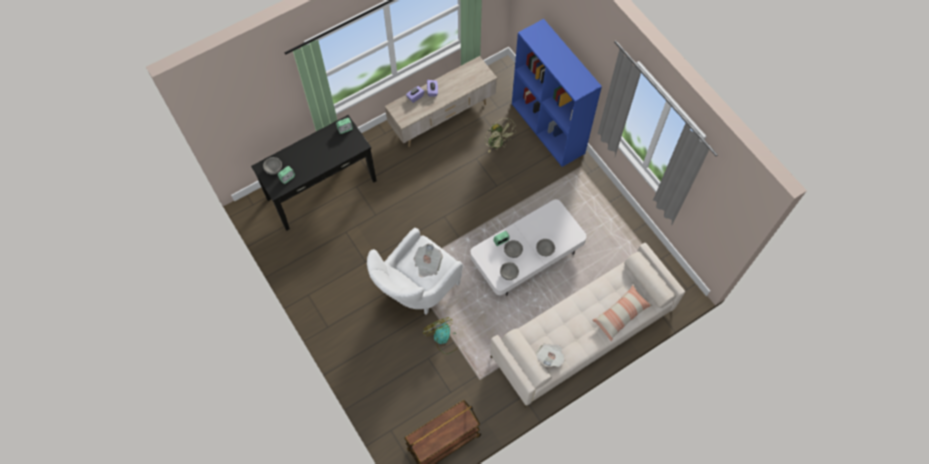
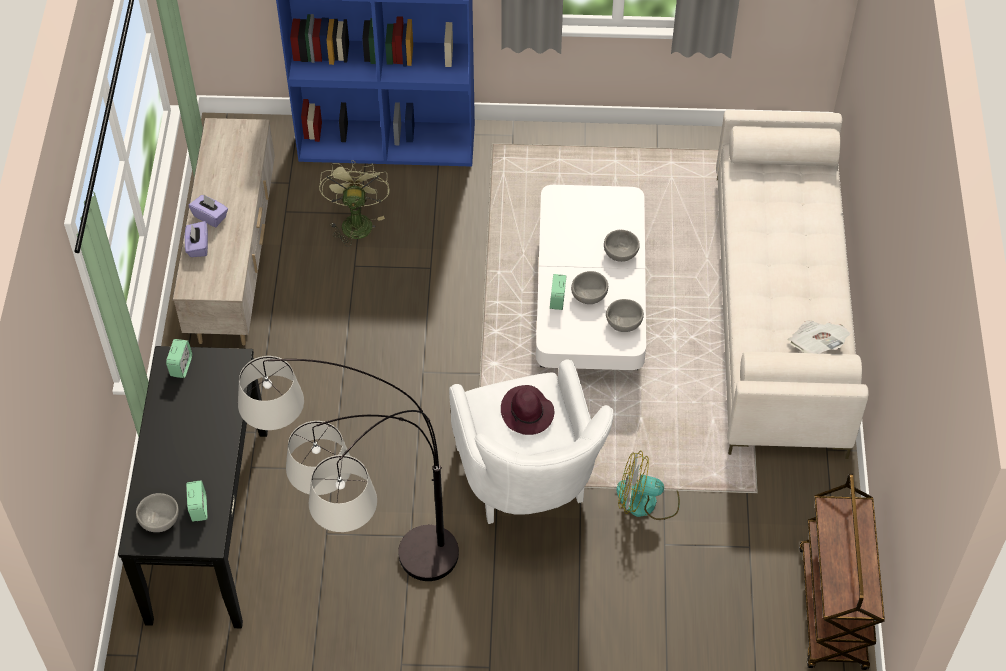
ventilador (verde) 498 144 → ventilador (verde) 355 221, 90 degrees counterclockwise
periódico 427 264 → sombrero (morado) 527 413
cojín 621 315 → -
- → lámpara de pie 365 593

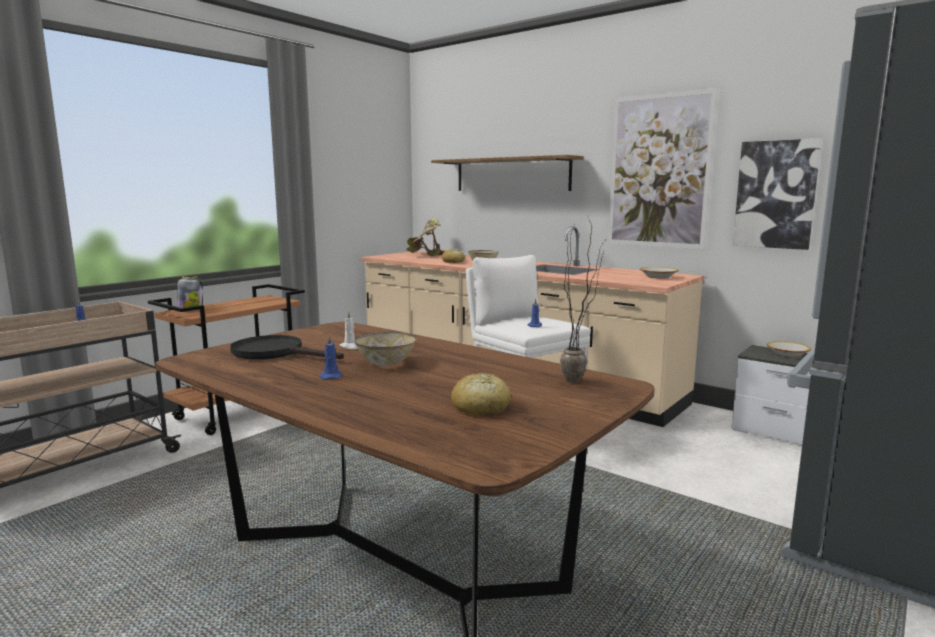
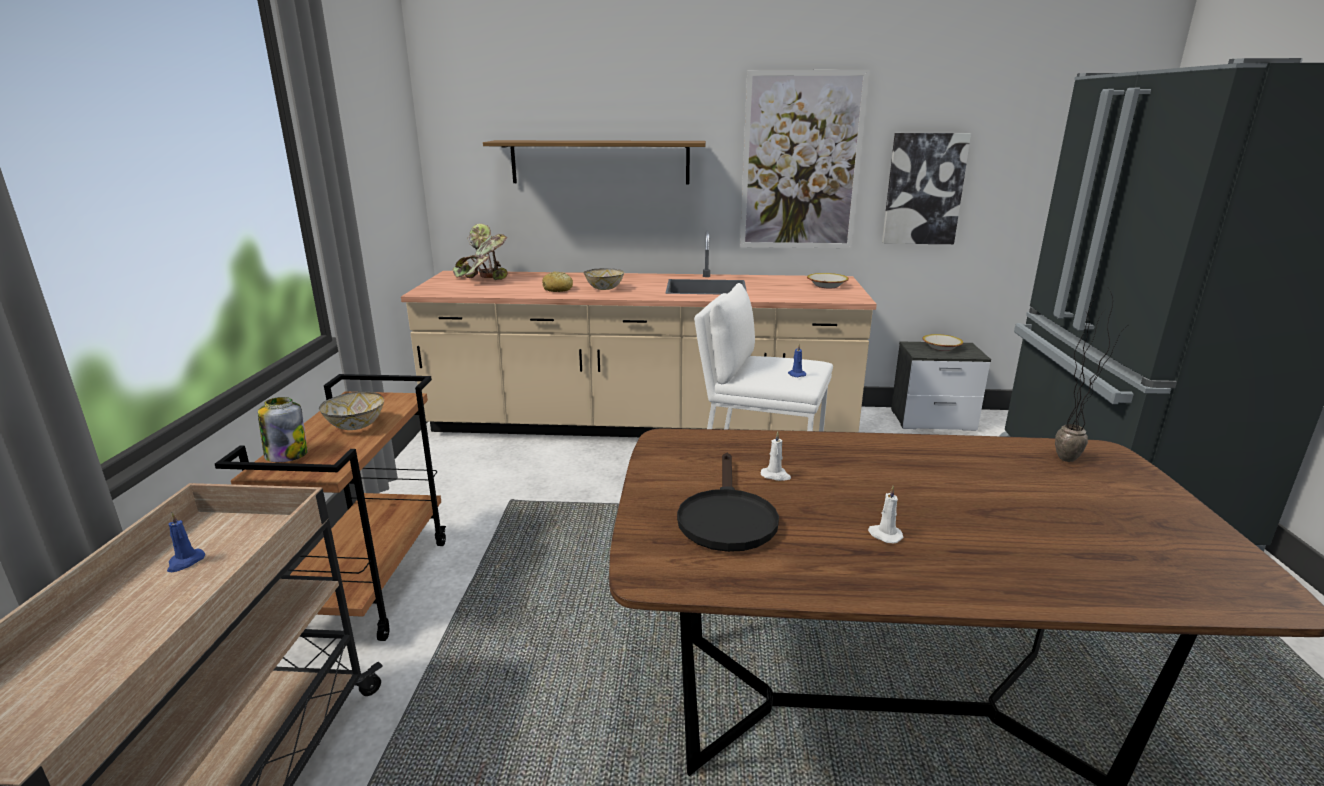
cuenco 385 363 → cuenco 355 426, moved
sartén (negro) 276 353 → sartén (negro) 726 517, 75 degrees counterclockwise
vela (azul) 331 376 → vela (blanco) 884 535
pan 480 407 → -

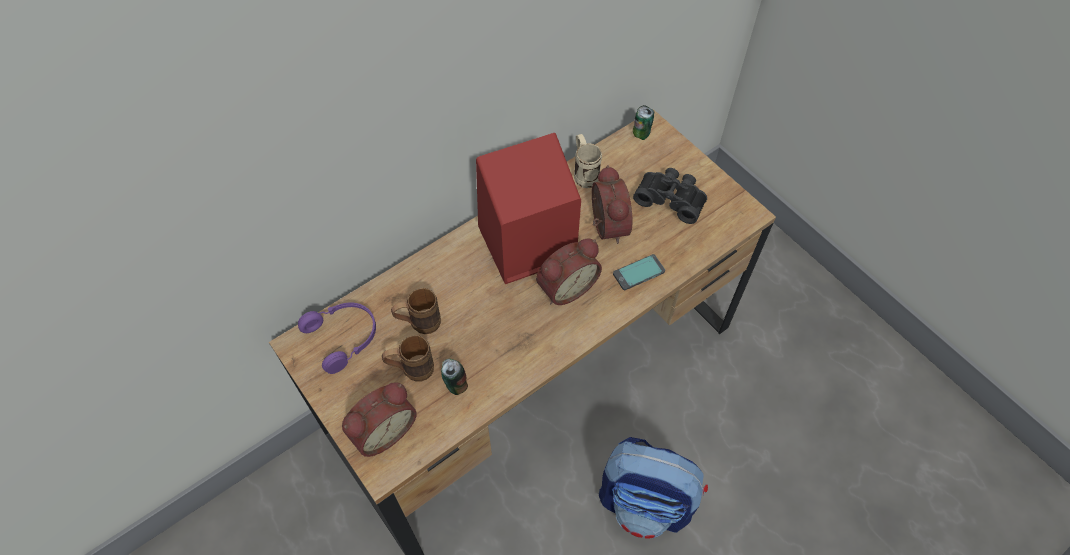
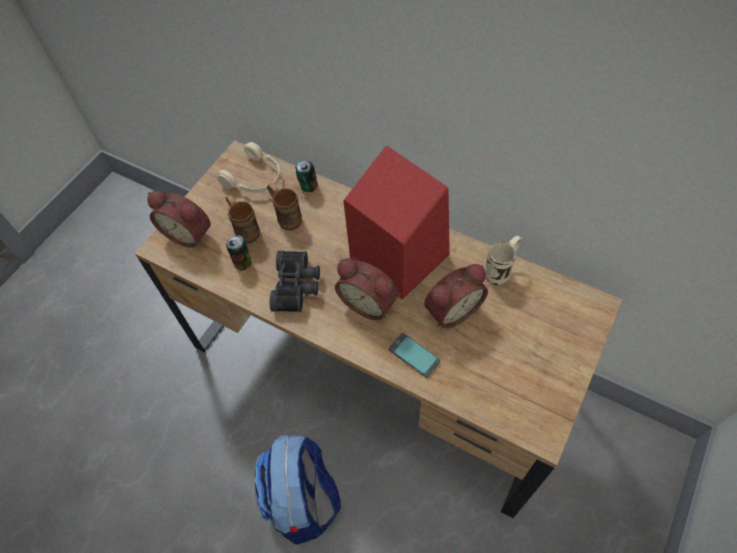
lata 641 134 → lata 308 186, moved
prismáticos (negro) 671 198 → prismáticos (negro) 297 286, moved
auriculares (morado) 344 337 → auriculares (beis) 255 178

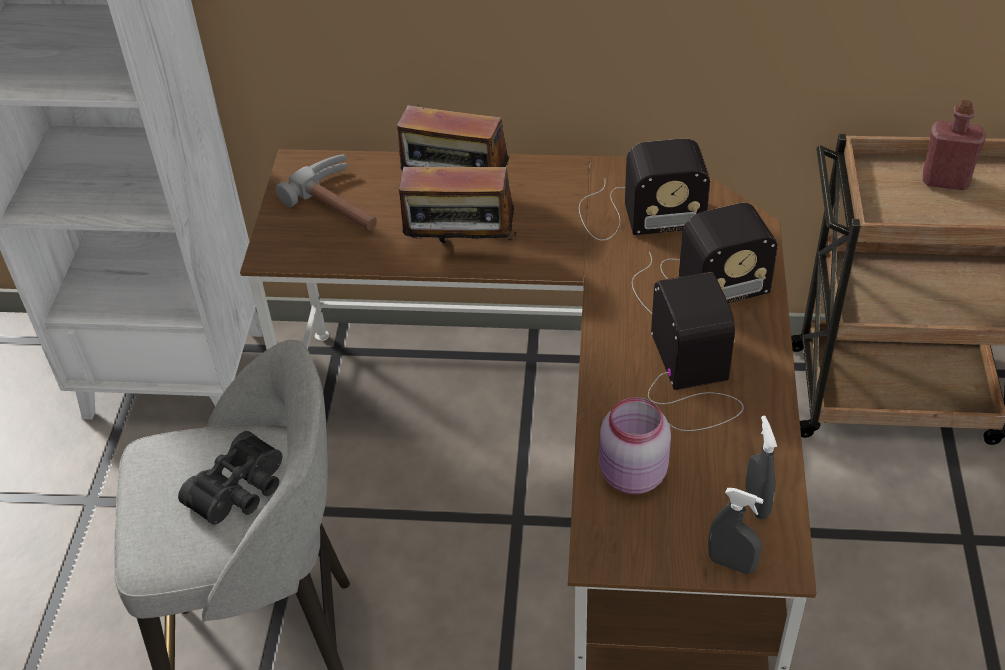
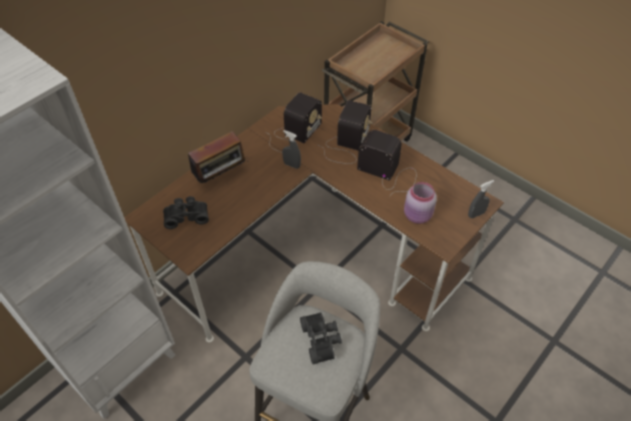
botella (rojo) 945 181 → -
martillo 344 203 → prismáticos (negro) 186 215
radio 460 248 → -
pulverizador (gris) 757 503 → pulverizador (gris) 291 165, moved

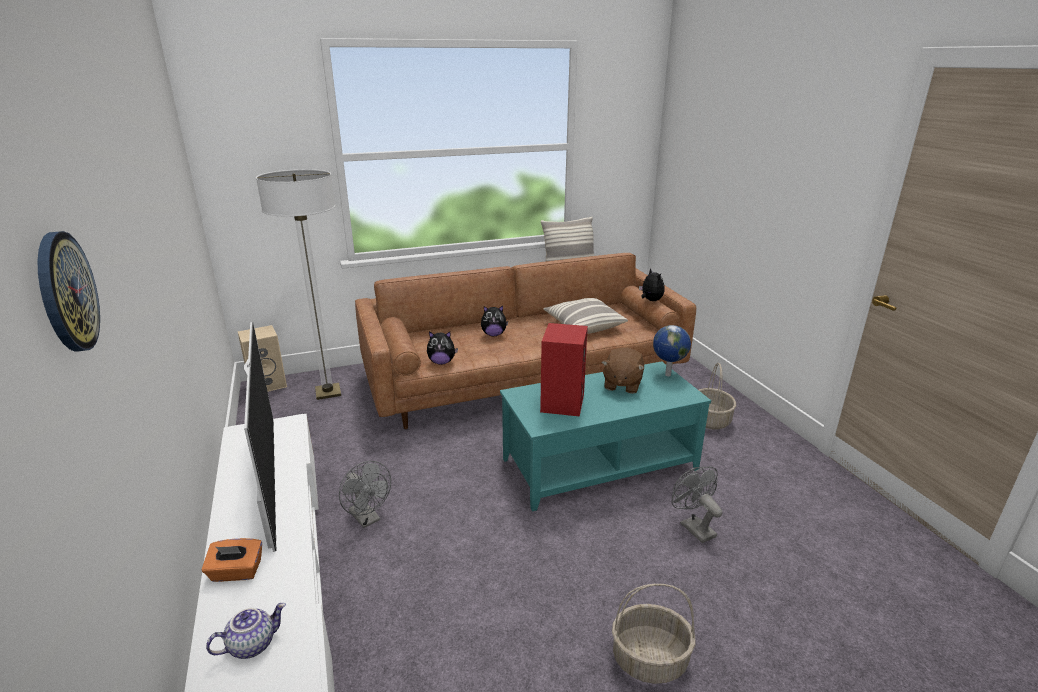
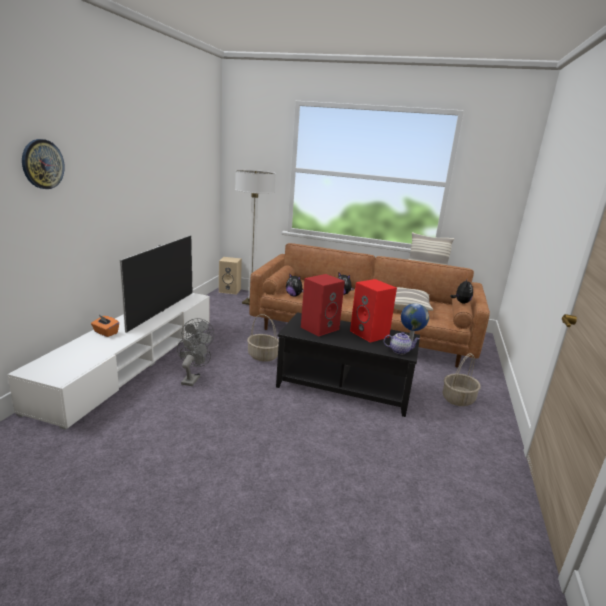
peluche (marrón) 622 384 → altavoz (rojo) 370 334
mesa de centro (turquesa) 598 463 → mesa de centro (negro) 344 385
ventilador (gris) 693 527 → ventilador (gris) 192 379, moved
cesta 649 660 → cesta 262 356, moved
tetera 252 644 → tetera 399 351, moved

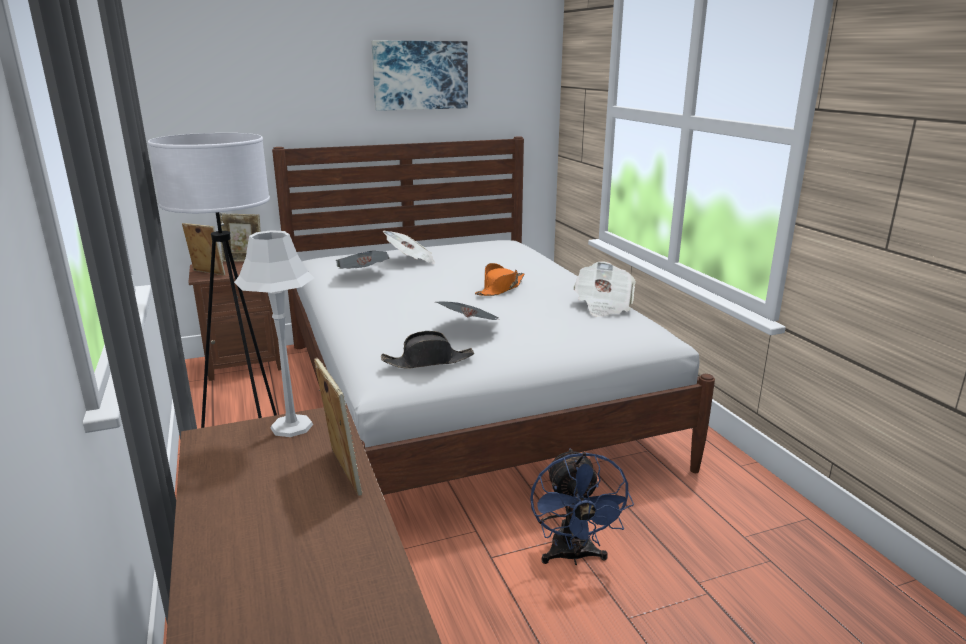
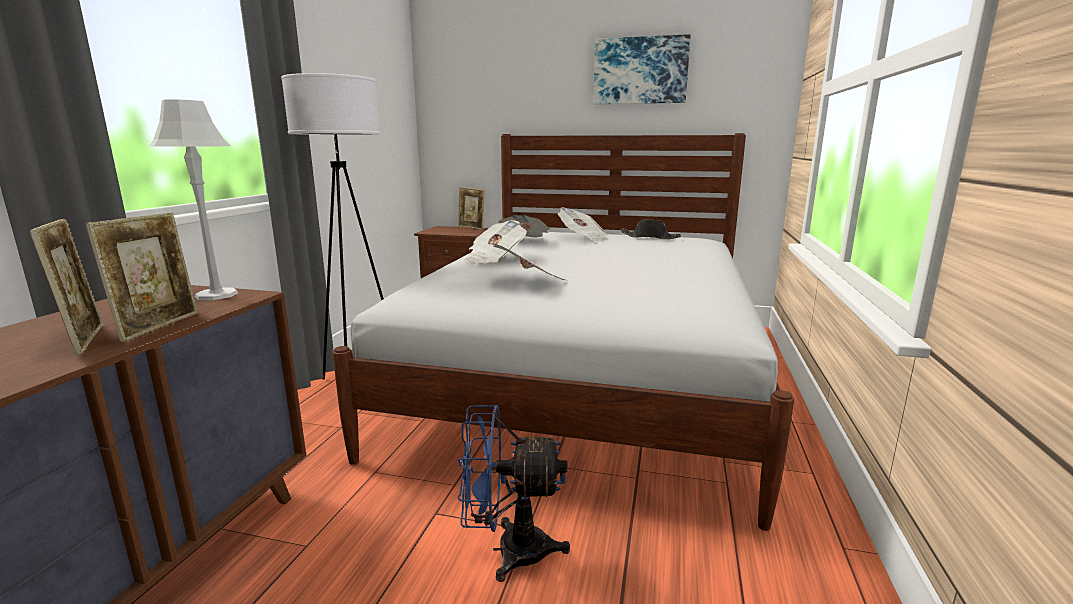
portarretratos 207 273 → portarretratos 85 340, moved
periódico 603 306 → periódico 494 259, moved
sombrero (naranja) 500 289 → -
sombrero (negro) 428 361 → sombrero (negro) 650 237, moved
ventilador (azul) 573 556 → ventilador (azul) 508 550, 60 degrees clockwise

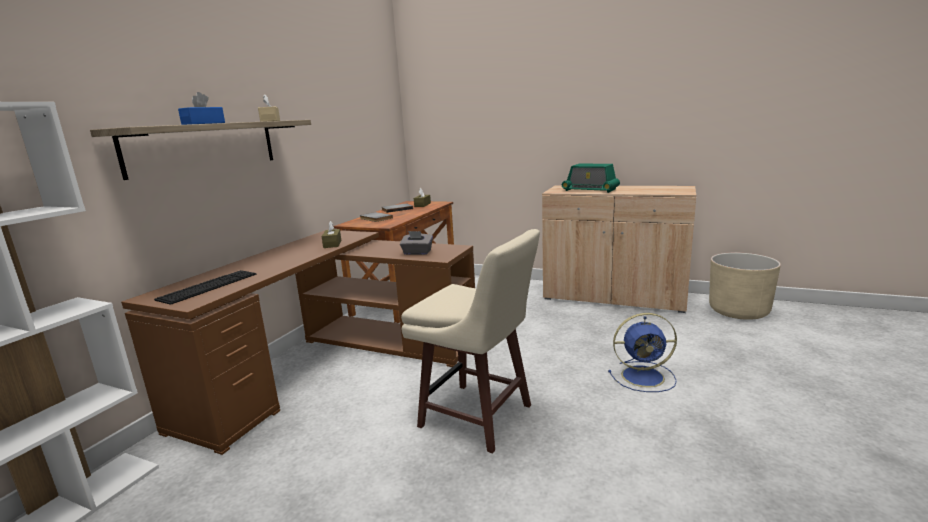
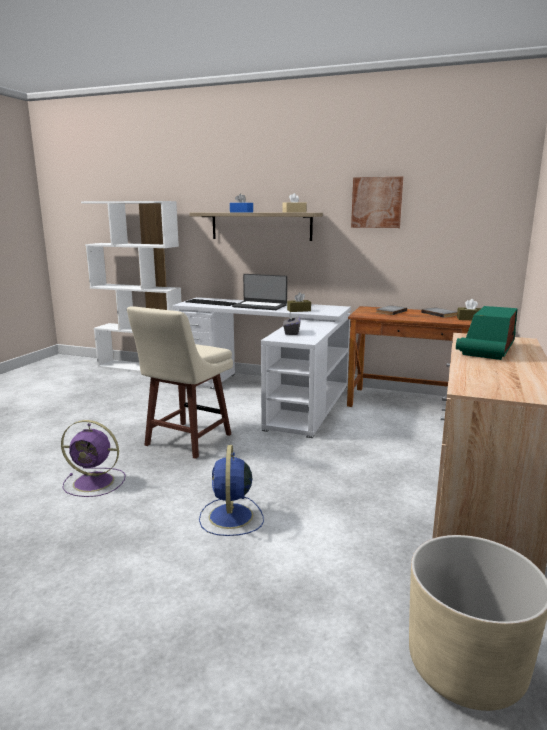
escritorio (marrón) 334 363 → escritorio (blanco) 272 394
- → cuadro 376 202
- → portátil 260 306
- → ventilador (morado) 95 482

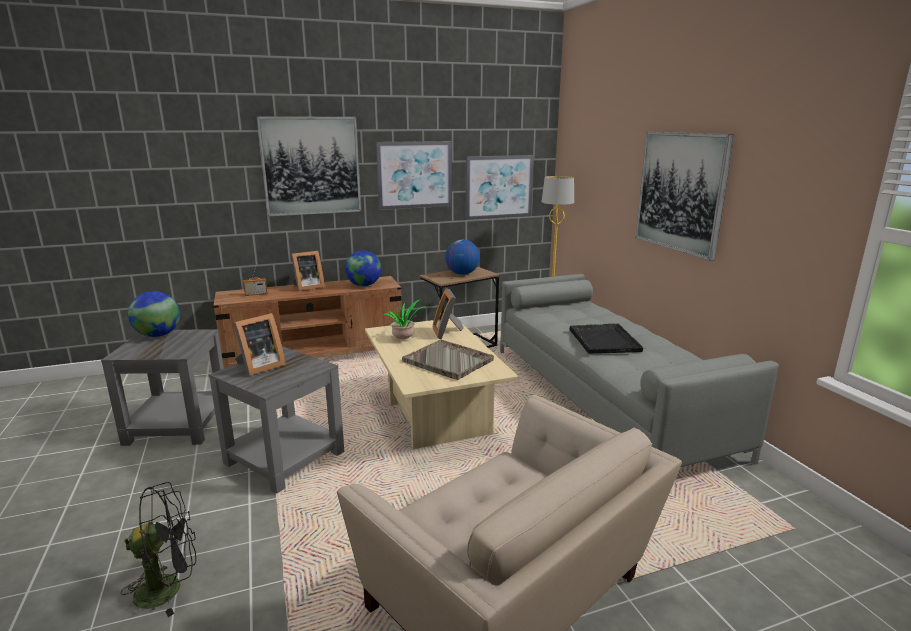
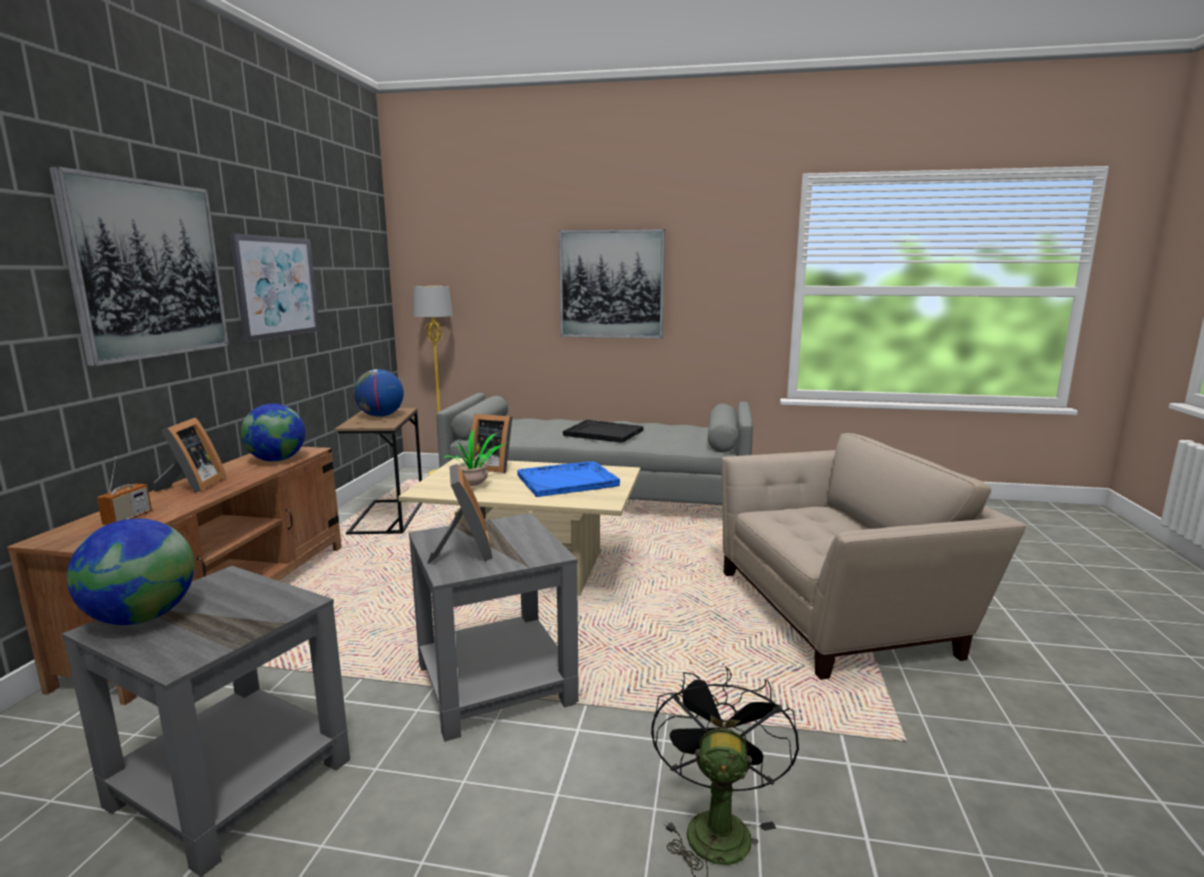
cuadro 499 187 → -
bandeja (gris) 448 361 → bandeja (azul) 568 481

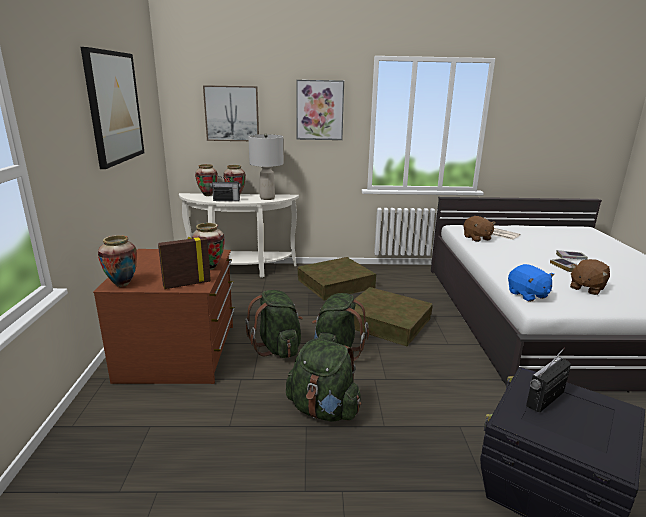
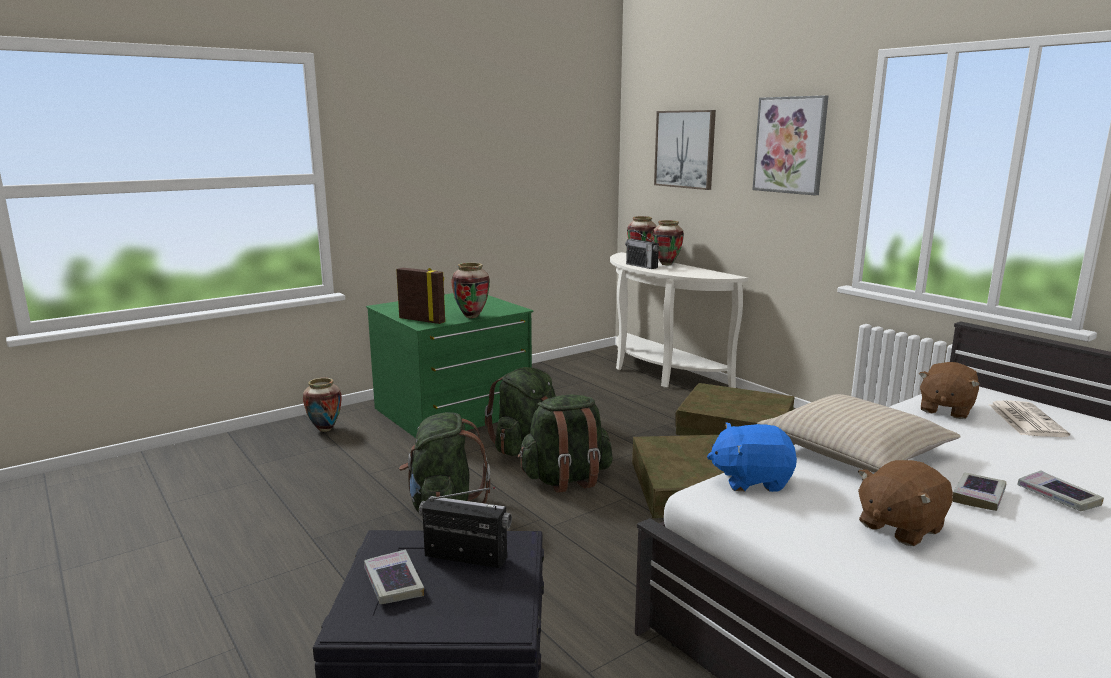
cuadro 114 107 → -
lámpara de mesa (gris) 267 198 → -
florero 122 284 → florero 325 429, moved
cómoda (marrón) 180 352 → cómoda (verde) 453 412
peluche (marrón) 586 288 → peluche (marrón) 899 527, 45 degrees counterclockwise
peluche (azul) 527 295 → peluche (azul) 751 480, 60 degrees clockwise
- → cojín (beis) 854 450
- → libro 393 582

